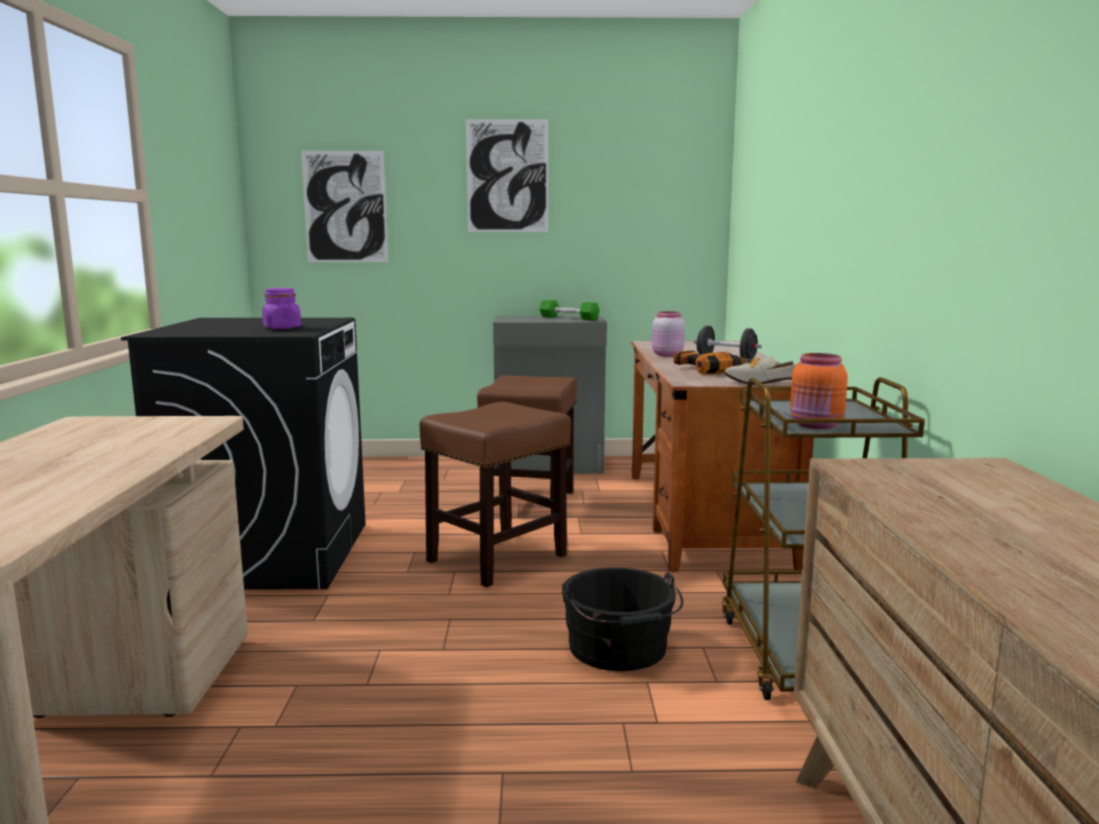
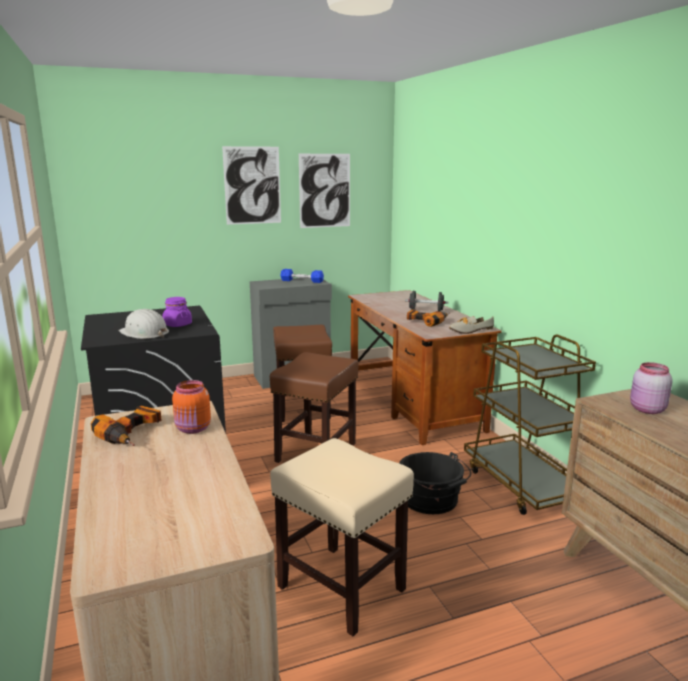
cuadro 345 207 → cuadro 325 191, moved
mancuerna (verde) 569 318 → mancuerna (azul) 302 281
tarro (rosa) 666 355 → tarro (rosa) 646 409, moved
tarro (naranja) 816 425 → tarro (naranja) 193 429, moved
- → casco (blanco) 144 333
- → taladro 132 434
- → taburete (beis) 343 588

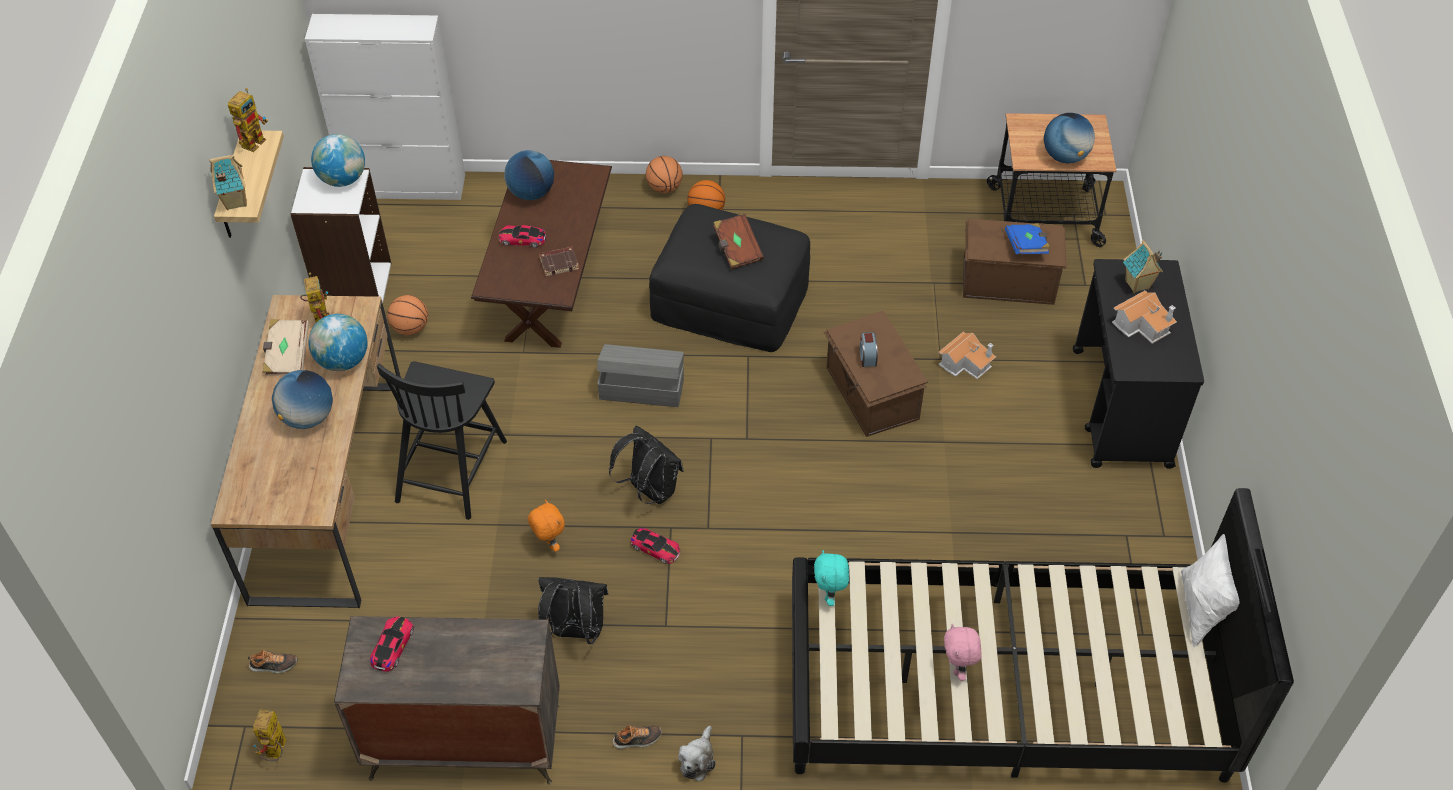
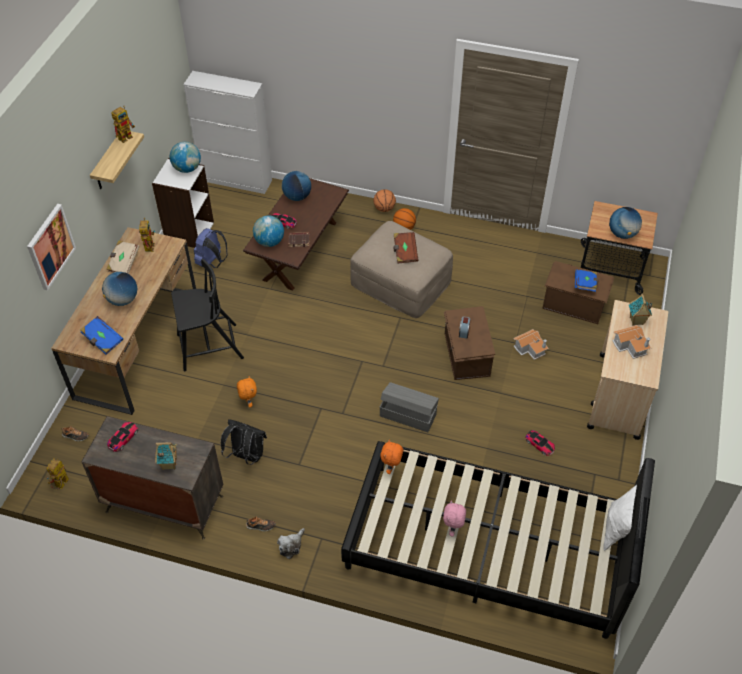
casita 234 201 → casita 169 464, moved
puf (negro) 731 299 → puf (beis) 401 282
carrito (negro) 1121 408 → carrito (beis) 618 396
balón de baloncesto 410 328 → mochila (azul) 212 262
globo terráqueo 343 361 → globo terráqueo 269 242, moved
caja de almacenaje (gris) 641 388 → caja de almacenaje (gris) 407 414, moved
silla (negro) 451 469 → silla (negro) 208 347, 135 degrees counterclockwise
mochila (negro) 649 490 → -
coche de juguete 655 548 → coche de juguete 539 444, moved
peluche (turquesa) 830 595 → peluche (naranja) 391 467
- → cuadro 50 246
- → libro (azul) 102 340

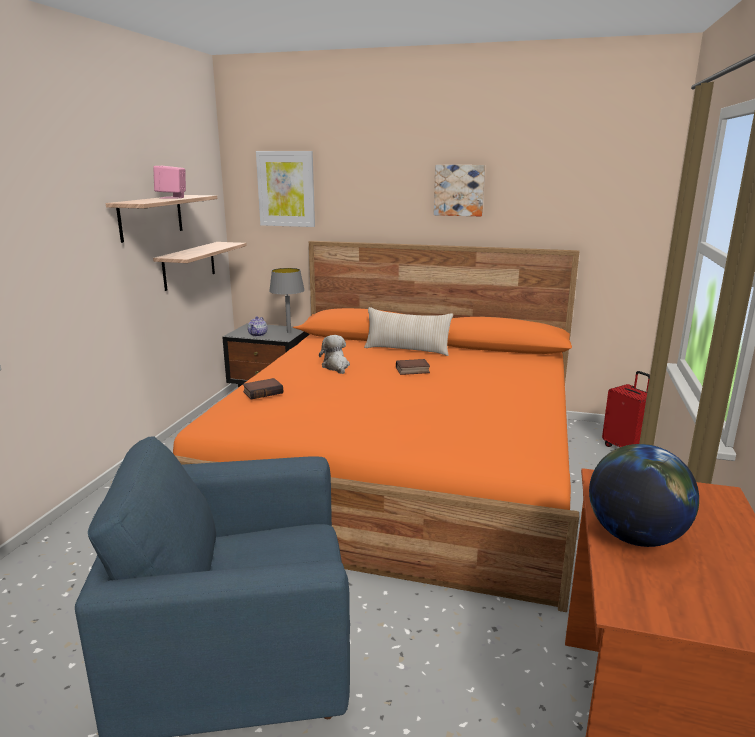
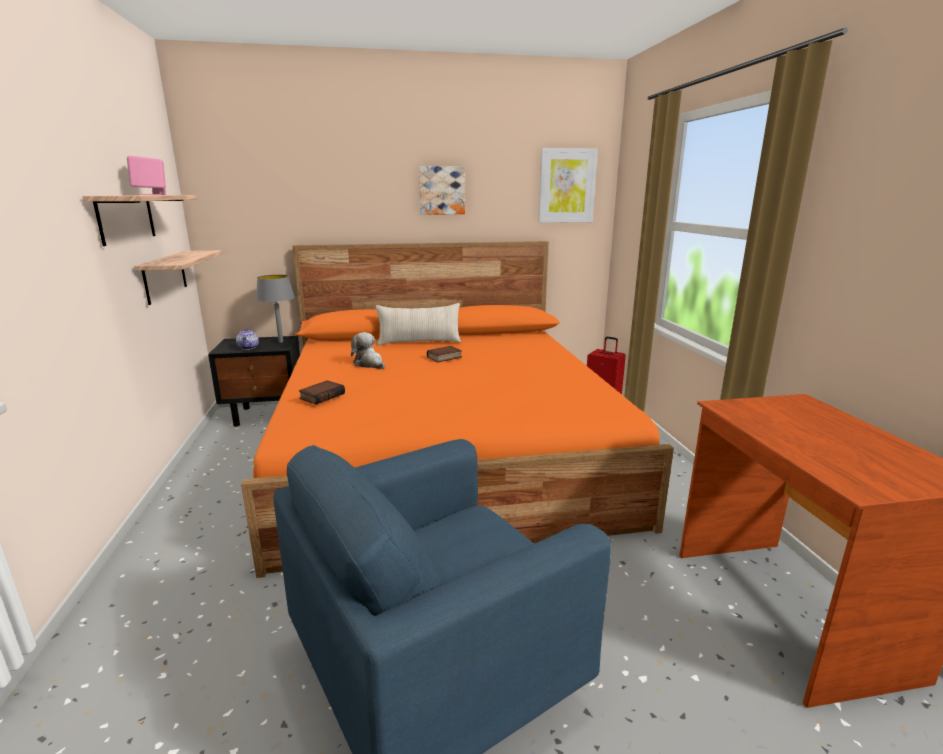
cuadro 286 189 → cuadro 567 186, moved
globo terráqueo 635 536 → -

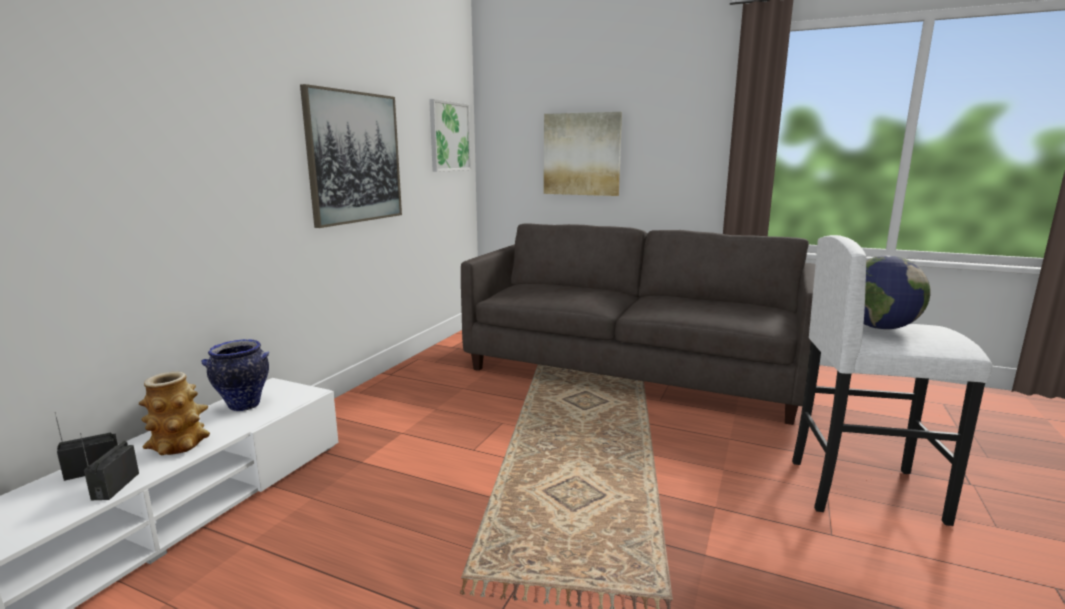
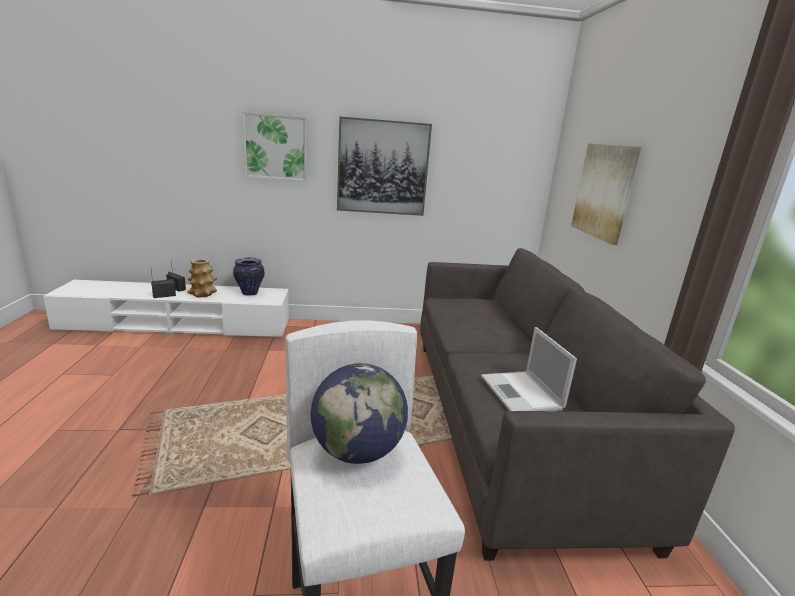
cuadro 449 136 → cuadro 276 147, moved
- → portátil 522 393

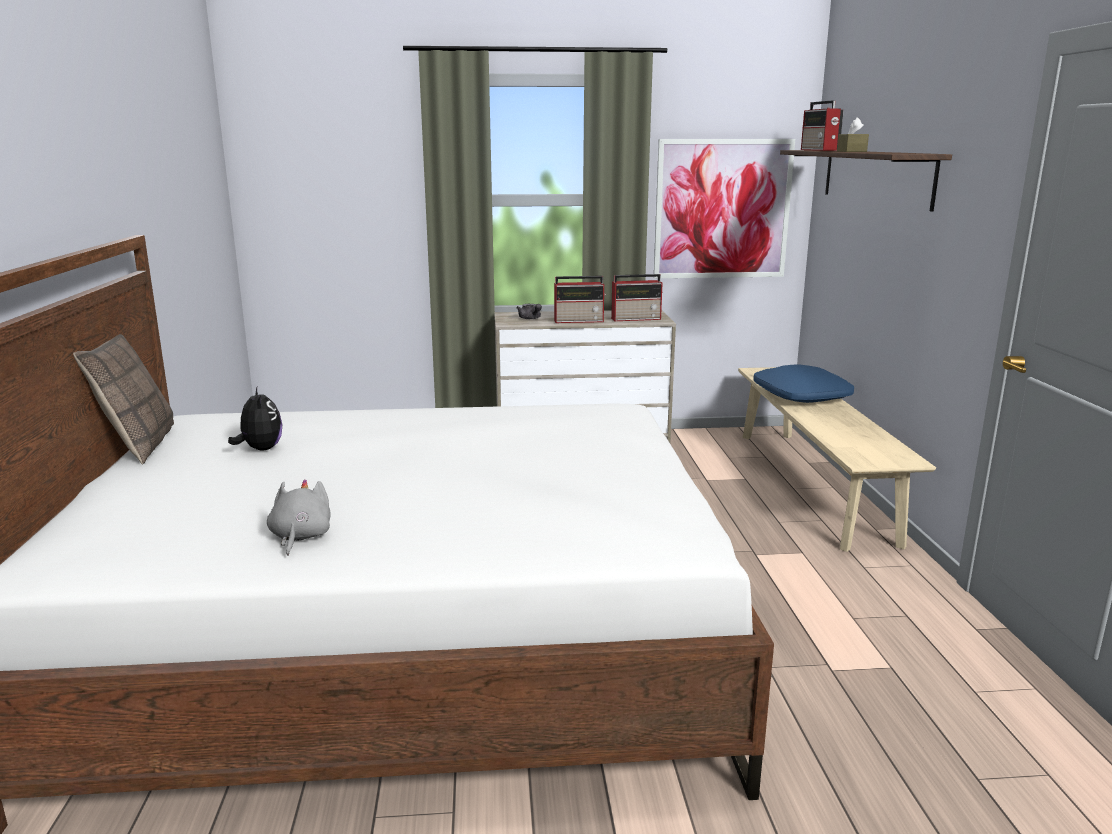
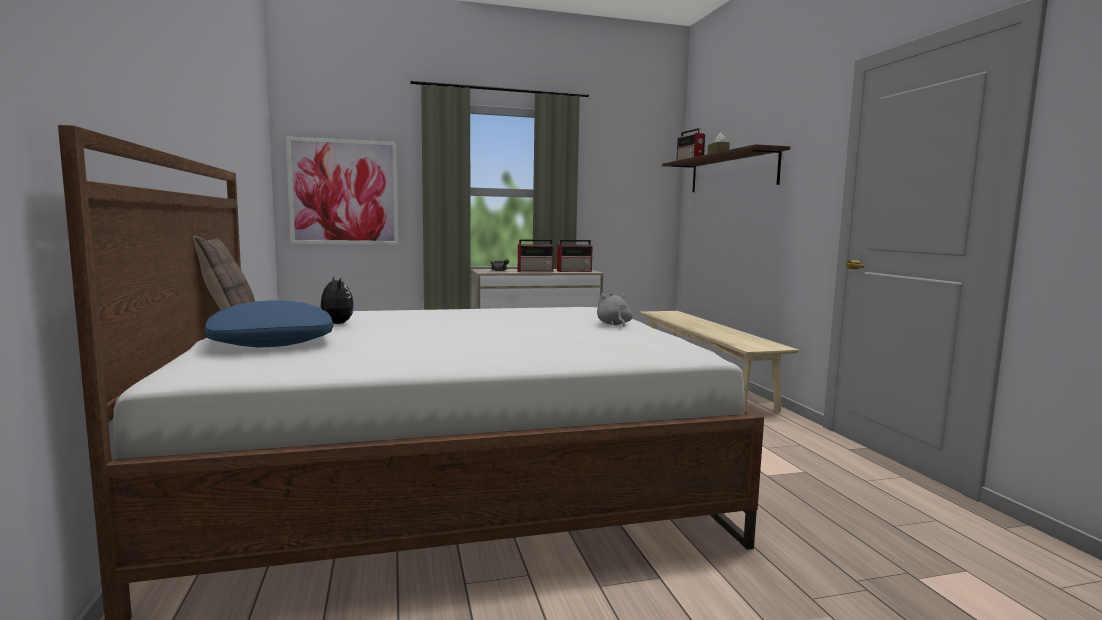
cuadro 722 209 → cuadro 344 192, moved
cojín (azul) 800 396 → cojín (azul) 271 341, moved
peluche (gris) 300 537 → peluche (gris) 614 324, moved

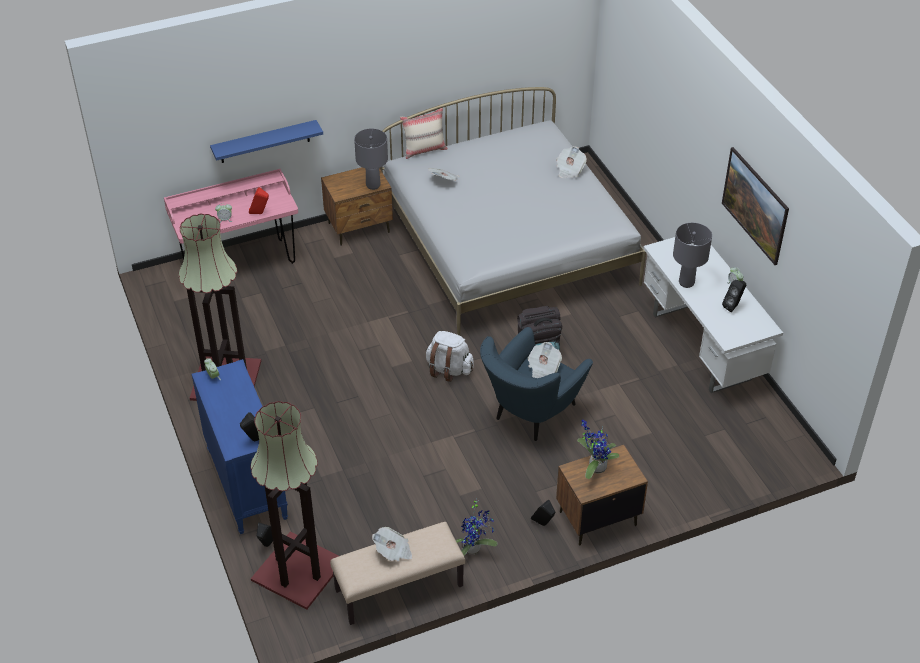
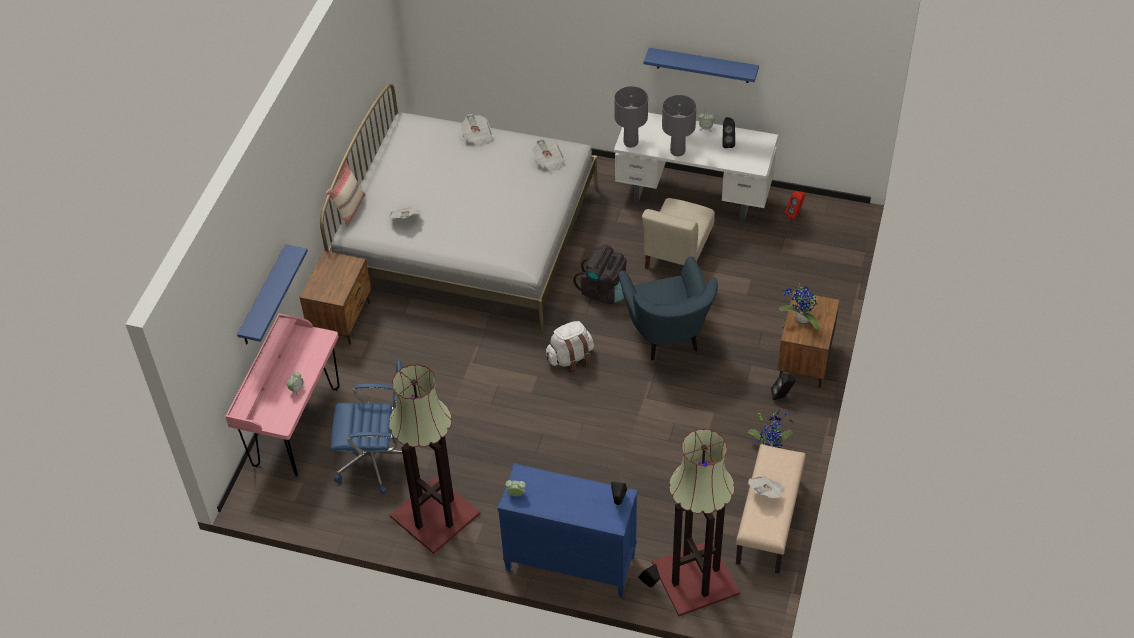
lámpara de mesa (gris) 373 185 → lámpara de mesa (gris) 630 142, moved
cuadro 752 219 → estante (azul) 703 65
altavoz (rojo) 260 213 → altavoz (rojo) 795 214, moved
periódico 543 368 → periódico 549 162, moved
- → silla (beis) 676 255
- → silla de oficina (azul) 376 460

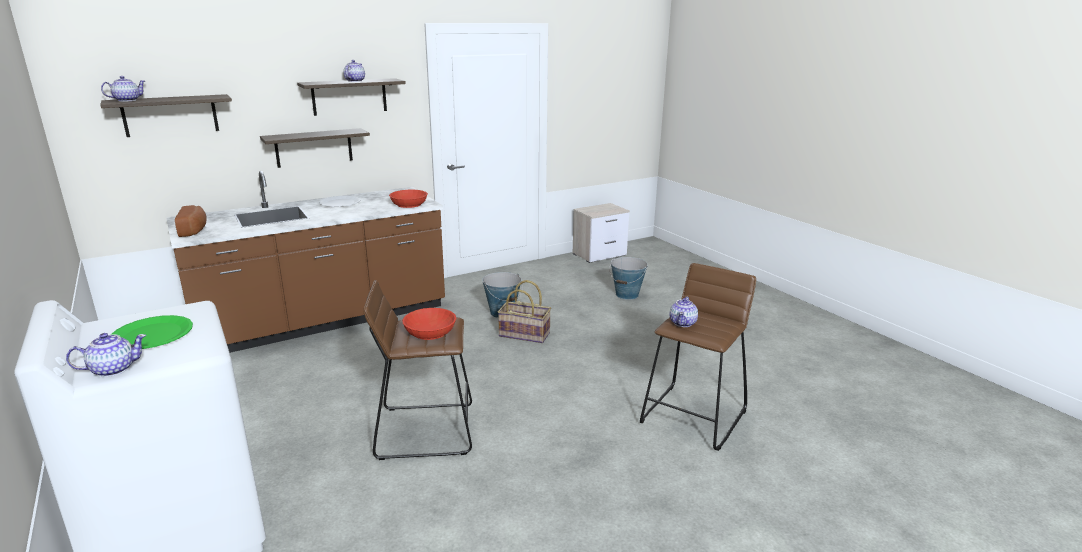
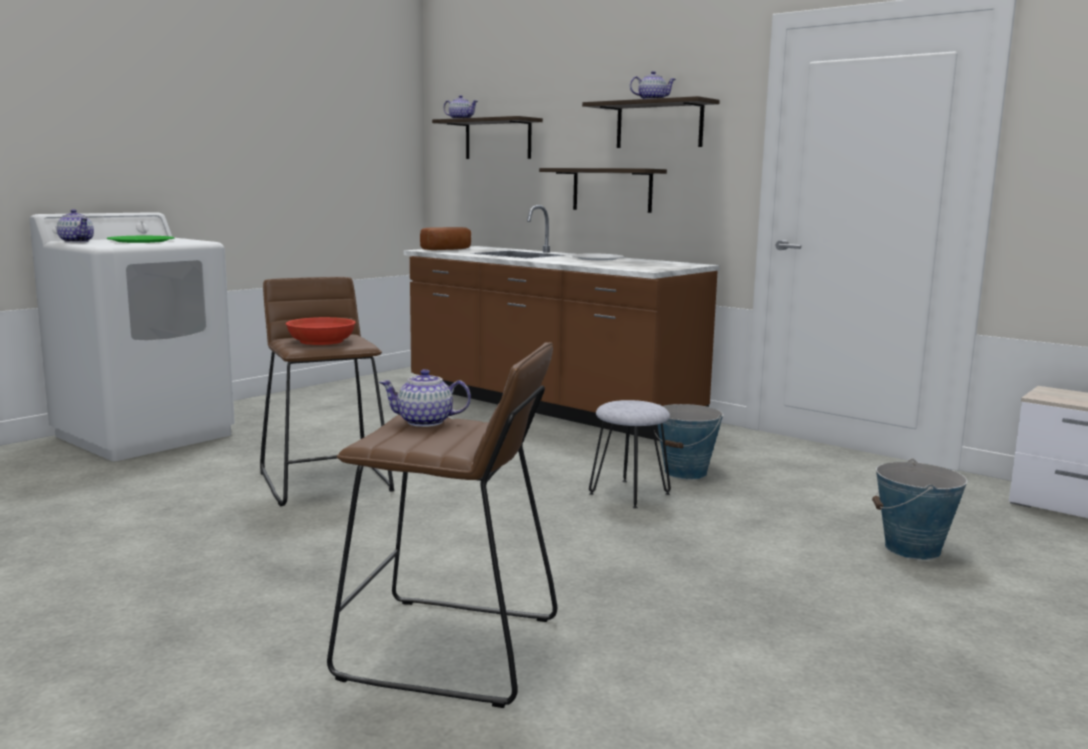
cuenco (rojo) 409 204 → -
cesta 525 334 → taburete (gris) 630 494

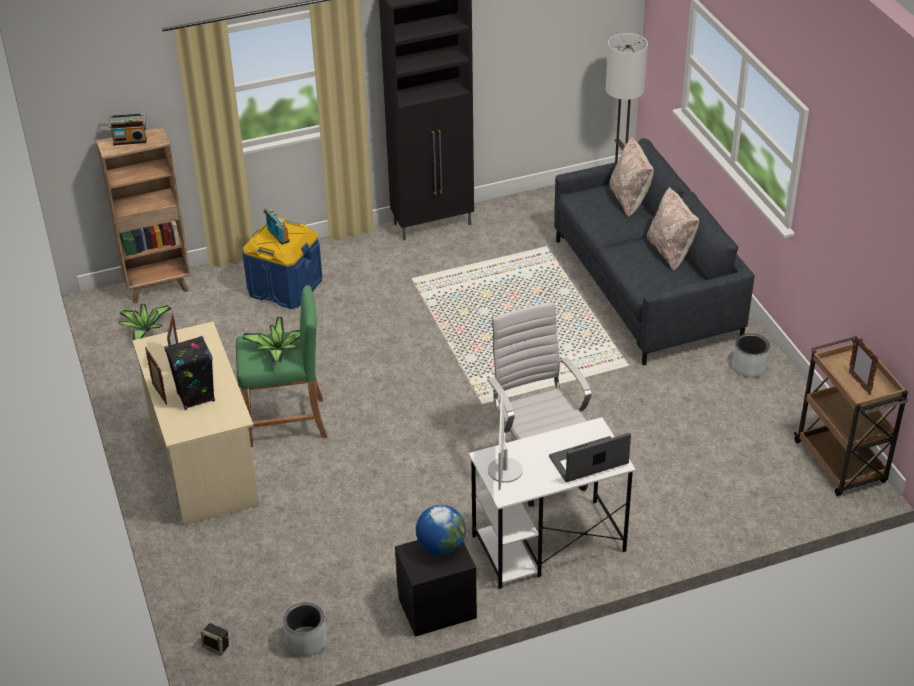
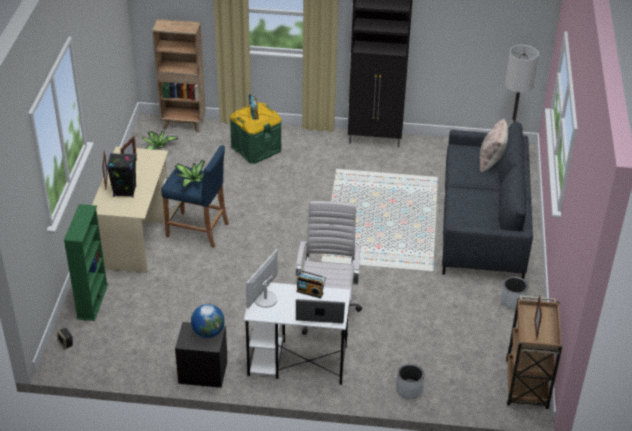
radio 130 140 → radio 310 292, moved
cojín (beis) 670 251 → -
caja de almacenaje (azul) 285 287 → caja de almacenaje (verde) 256 149
taburete (verde) 286 422 → taburete (azul) 197 230
maceta (gris) 306 641 → maceta (gris) 409 389, moved
- → estantería (verde) 92 301

